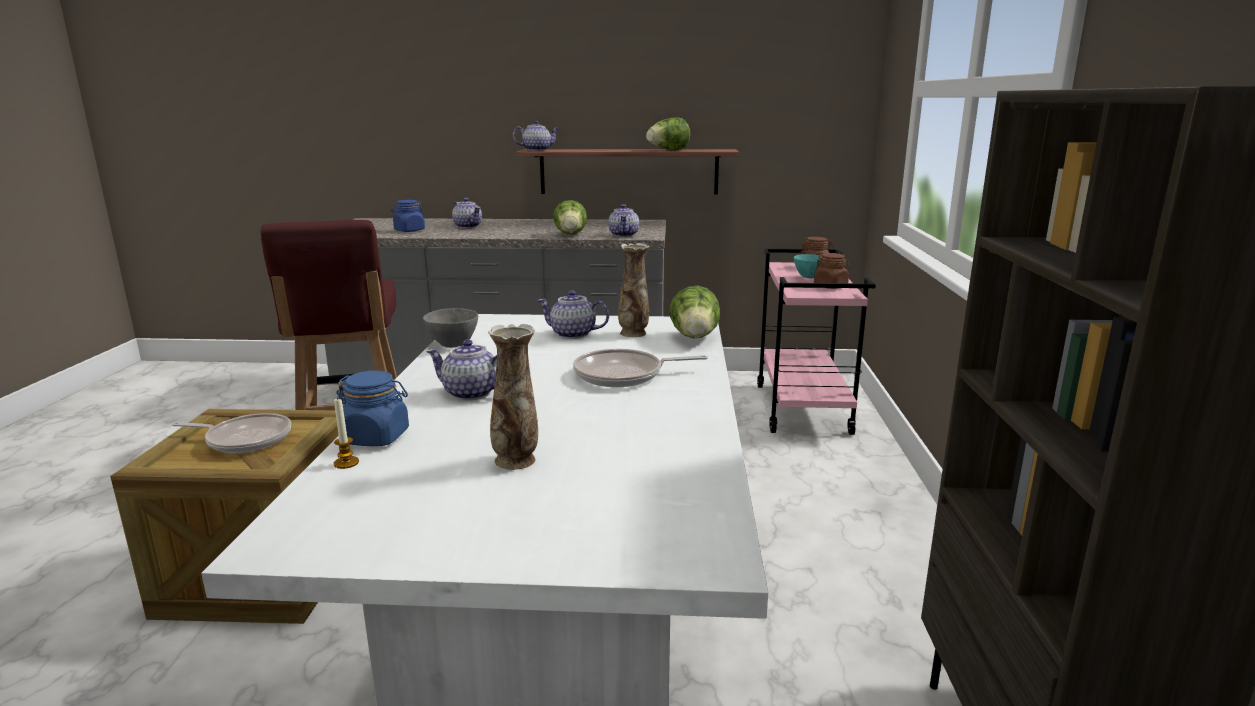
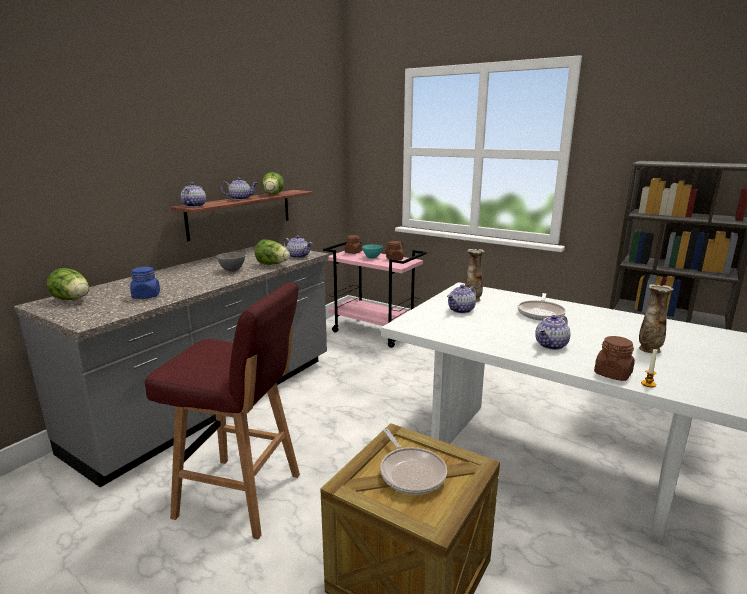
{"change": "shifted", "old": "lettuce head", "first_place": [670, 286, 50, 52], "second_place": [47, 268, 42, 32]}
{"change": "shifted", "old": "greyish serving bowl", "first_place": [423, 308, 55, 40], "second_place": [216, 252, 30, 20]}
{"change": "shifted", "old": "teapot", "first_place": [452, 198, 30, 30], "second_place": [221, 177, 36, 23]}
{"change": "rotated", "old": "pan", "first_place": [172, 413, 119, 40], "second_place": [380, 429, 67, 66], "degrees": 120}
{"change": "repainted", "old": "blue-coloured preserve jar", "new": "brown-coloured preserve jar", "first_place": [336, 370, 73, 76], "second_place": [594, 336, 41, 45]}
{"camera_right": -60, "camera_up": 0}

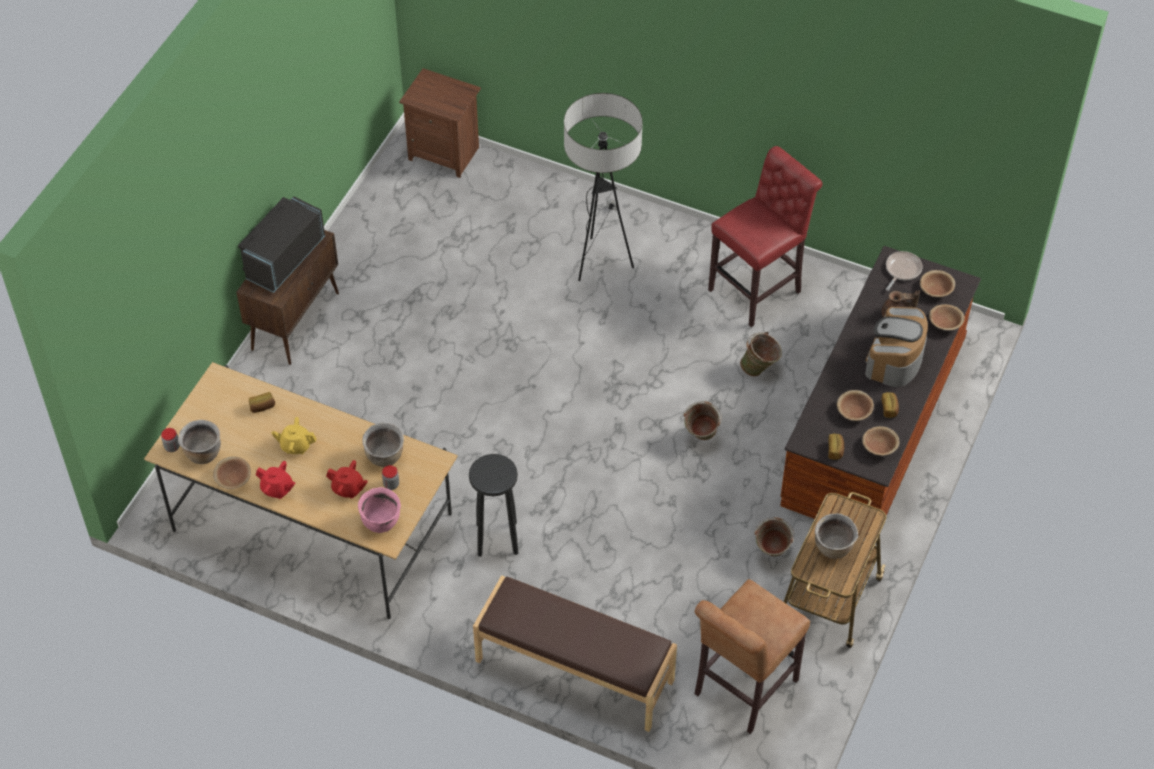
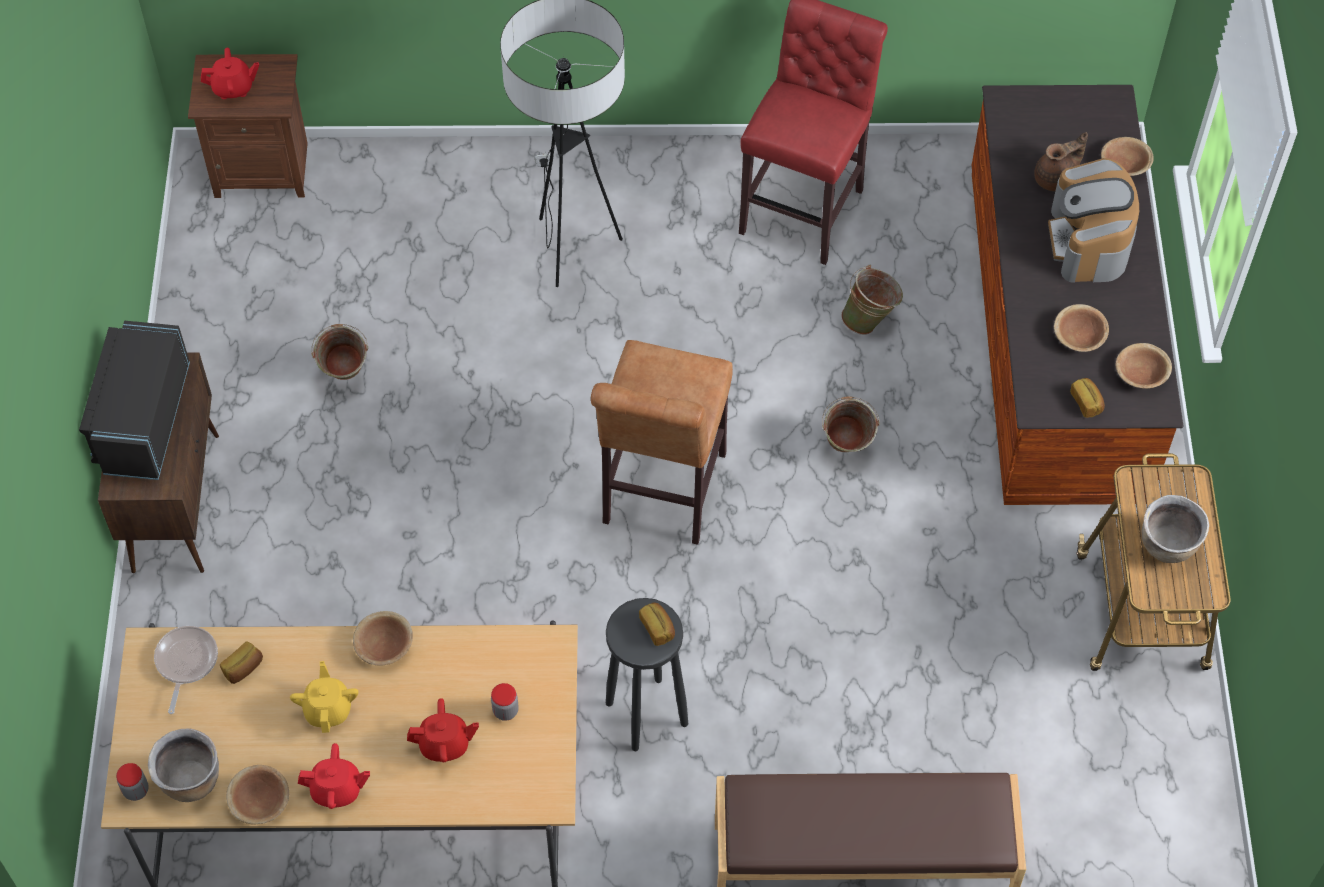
{"change": "shifted", "old": "pan", "first_place": [886, 251, 37, 40], "second_place": [154, 626, 64, 88]}
{"change": "new", "new": "red teapot", "second_place": [201, 48, 58, 51]}
{"change": "rotated", "old": "yellow teapot", "first_place": [271, 417, 46, 37], "second_place": [290, 661, 68, 72], "degrees": 105}
{"change": "shifted", "old": "greenish pail", "first_place": [755, 517, 39, 40], "second_place": [311, 324, 57, 56]}
{"change": "shifted", "old": "brown-coloured serving bowl", "first_place": [920, 270, 35, 27], "second_place": [353, 611, 60, 55]}
{"change": "shifted", "old": "brown-coloured sitting stool", "first_place": [695, 579, 115, 155], "second_place": [591, 340, 142, 205]}
{"change": "shifted", "old": "baked bread", "first_place": [882, 392, 17, 26], "second_place": [639, 602, 36, 44]}
{"change": "gone", "old": "pinkish stockpot", "first_place": [358, 487, 43, 46]}
{"change": "gone", "old": "brown-coloured stockpot", "first_place": [362, 423, 42, 44]}
{"camera_right": -25, "camera_up": 5}

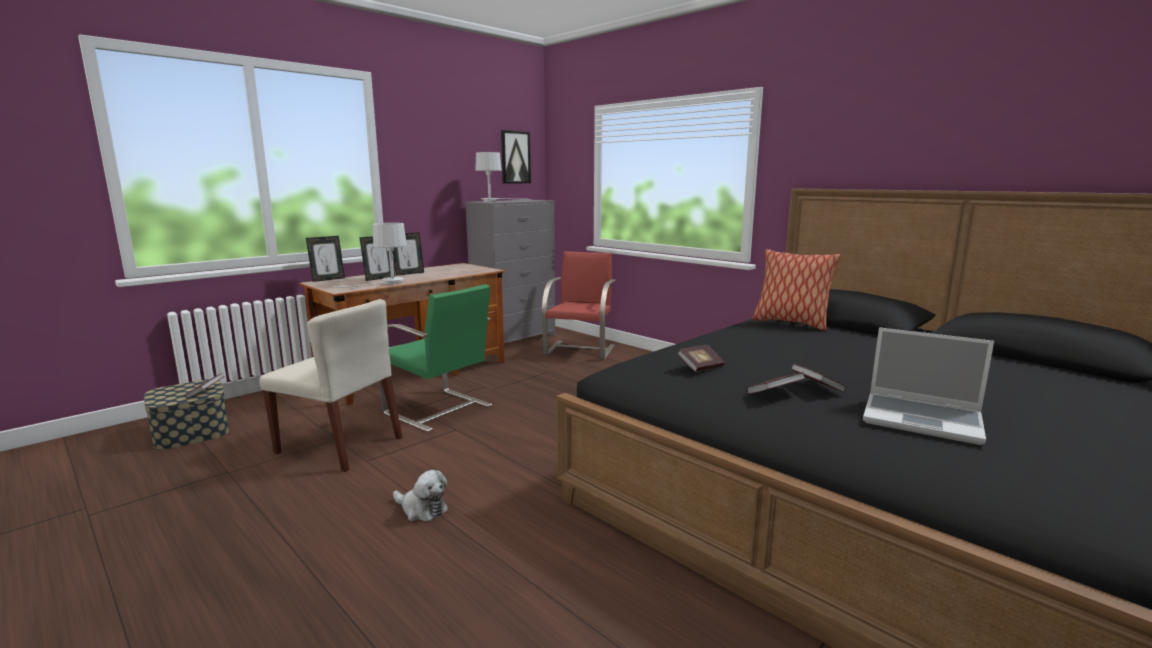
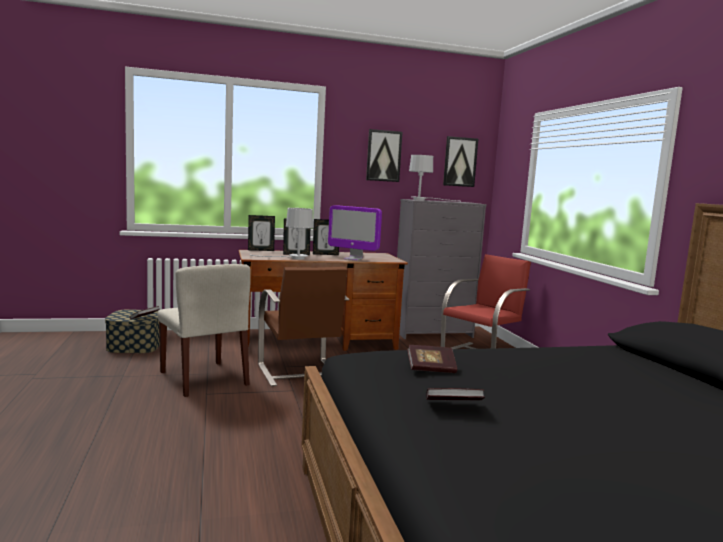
{"change": "repainted", "old": "greenish chair", "new": "brown-coloured chair", "first_place": [379, 284, 113, 148], "second_place": [258, 267, 91, 119]}
{"change": "new", "new": "computer screen", "second_place": [328, 205, 54, 56]}
{"change": "new", "new": "picture", "second_place": [366, 129, 37, 53]}
{"change": "gone", "old": "soft toy", "first_place": [393, 470, 55, 51]}
{"change": "gone", "old": "pillow", "first_place": [752, 249, 89, 82]}
{"change": "gone", "old": "book", "first_place": [790, 363, 56, 29]}
{"change": "gone", "old": "portable computer", "first_place": [863, 327, 131, 118]}
{"camera_right": 30, "camera_up": -5}

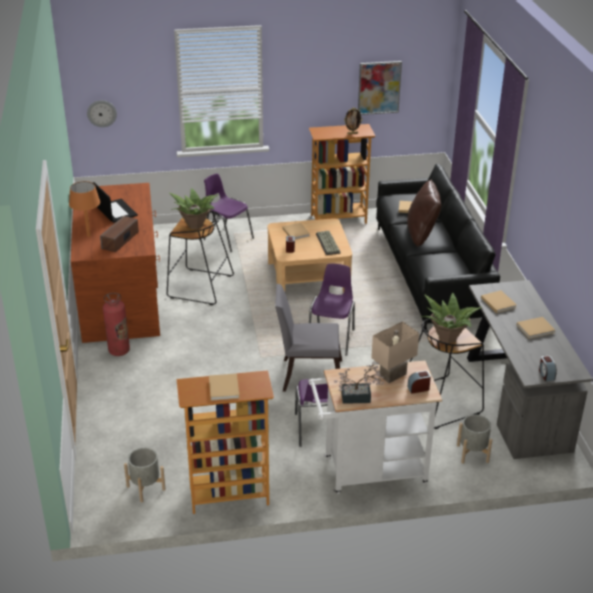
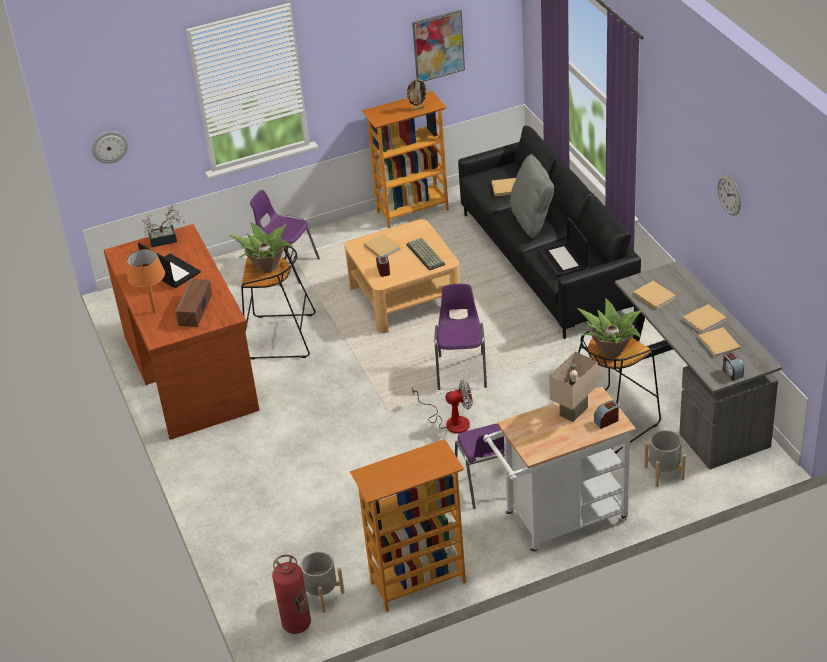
{"change": "shifted", "old": "plant in a pot", "first_place": [334, 361, 50, 43], "second_place": [139, 204, 46, 43]}
{"change": "shifted", "old": "extinguisher", "first_place": [103, 293, 27, 63], "second_place": [272, 555, 39, 79]}
{"change": "swapped", "old": "greyish chair", "new": "electric fan", "first_place": [275, 284, 67, 108], "second_place": [412, 380, 61, 54]}
{"change": "repainted", "old": "brown-coloured pillow", "new": "greyish pillow", "first_place": [407, 180, 34, 67], "second_place": [510, 154, 44, 84]}
{"change": "new", "new": "portable computer", "second_place": [538, 217, 50, 60]}
{"change": "shifted", "old": "beige-coloured book", "first_place": [209, 373, 31, 28], "second_place": [698, 327, 42, 31]}
{"change": "new", "new": "hanging clock", "second_place": [717, 174, 24, 42]}
{"camera_right": -10, "camera_up": 5}

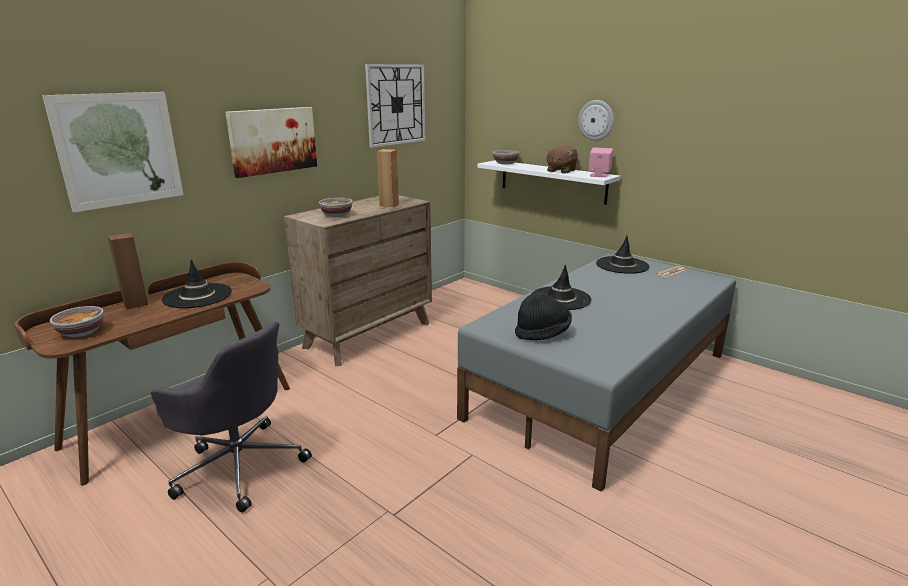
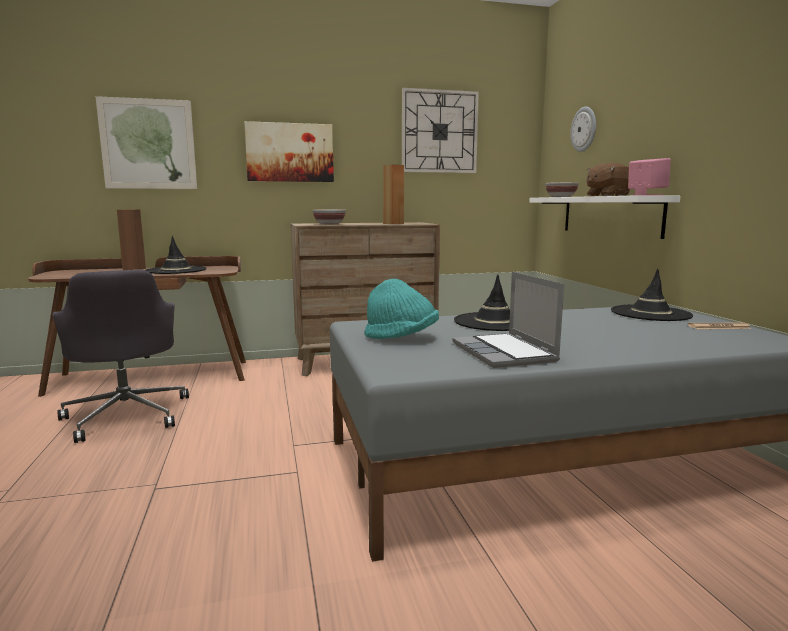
{"change": "repainted", "old": "blackish wearable hat", "new": "blue-green wearable hat", "first_place": [515, 291, 57, 50], "second_place": [364, 279, 75, 60]}
{"change": "new", "new": "portable computer", "second_place": [452, 272, 112, 96]}
{"change": "shifted", "old": "hanging clock", "first_place": [578, 100, 36, 41], "second_place": [570, 107, 26, 45]}
{"change": "gone", "old": "serving bowl", "first_place": [50, 306, 54, 31]}
{"camera_right": 35, "camera_up": -10}

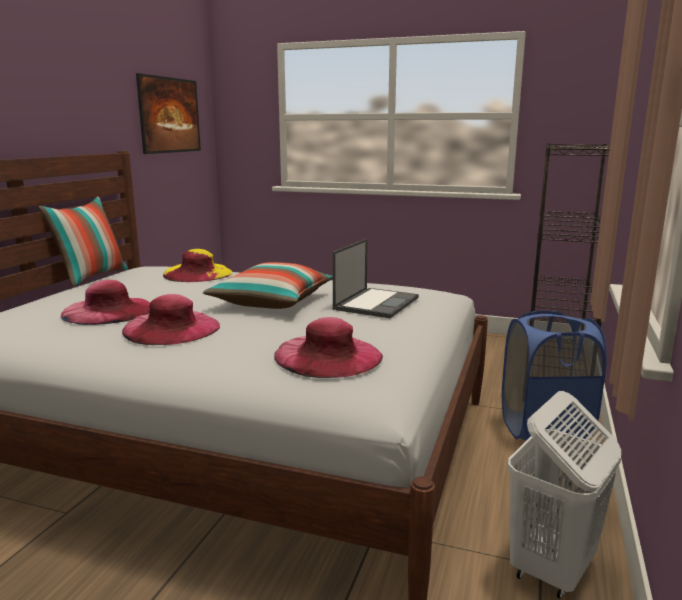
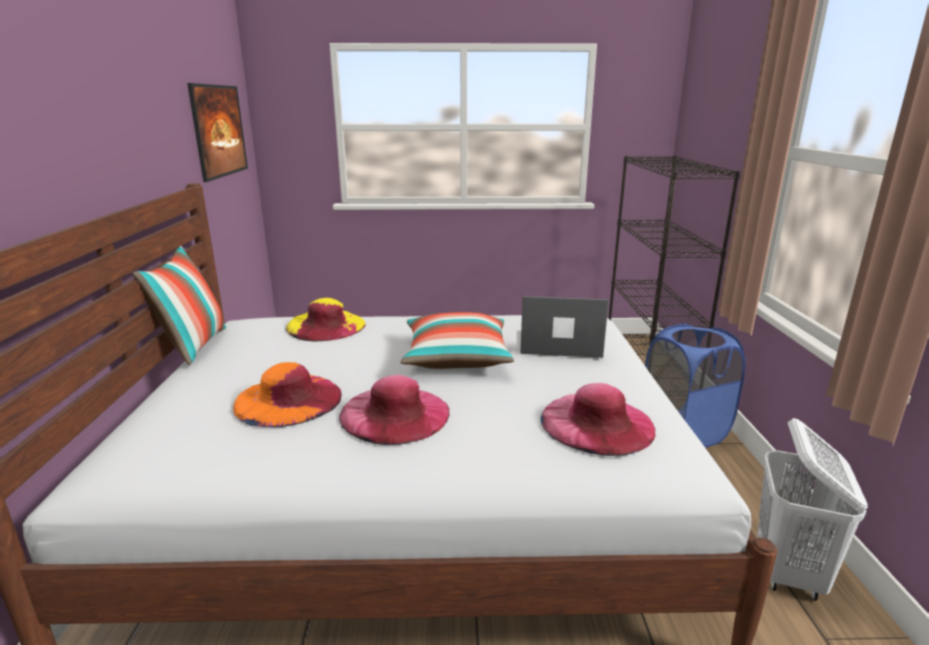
{"change": "repainted", "old": "pinkish wearable hat", "new": "orangey wearable hat", "first_place": [61, 280, 89, 45], "second_place": [233, 362, 109, 65]}
{"change": "rotated", "old": "portable computer", "first_place": [333, 239, 86, 80], "second_place": [520, 296, 89, 62], "degrees": -90}
{"camera_right": -20, "camera_up": 5}

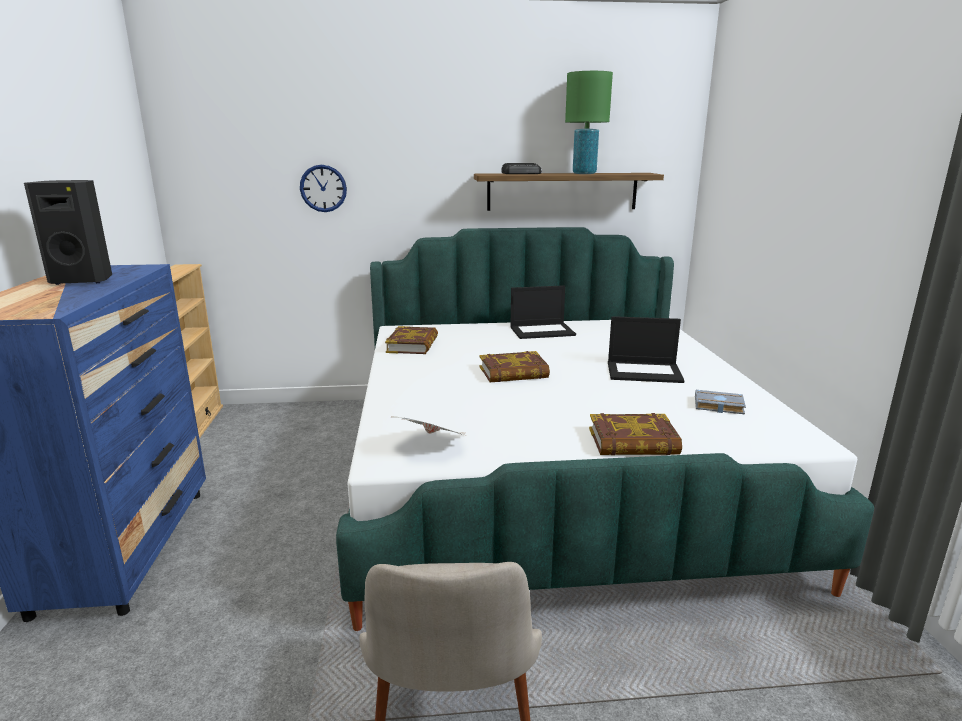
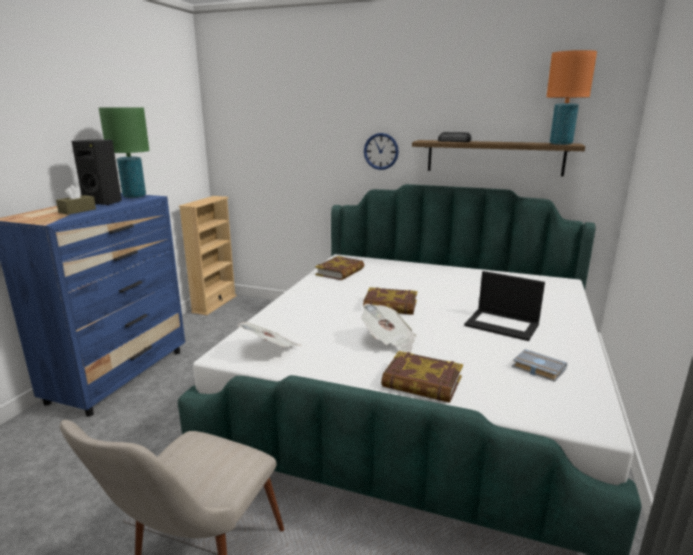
{"change": "new", "new": "brown-coloured tissue holder", "second_place": [56, 185, 40, 30]}
{"change": "shifted", "old": "greenish table lamp", "first_place": [565, 71, 48, 103], "second_place": [99, 107, 50, 91]}
{"change": "new", "new": "newspaper", "second_place": [361, 304, 55, 49]}
{"change": "shifted", "old": "hanging clock", "first_place": [300, 165, 47, 47], "second_place": [364, 133, 35, 37]}
{"change": "new", "new": "orangey table lamp", "second_place": [546, 50, 51, 95]}
{"change": "gone", "old": "portable computer", "first_place": [511, 285, 65, 54]}
{"camera_right": 25, "camera_up": 0}

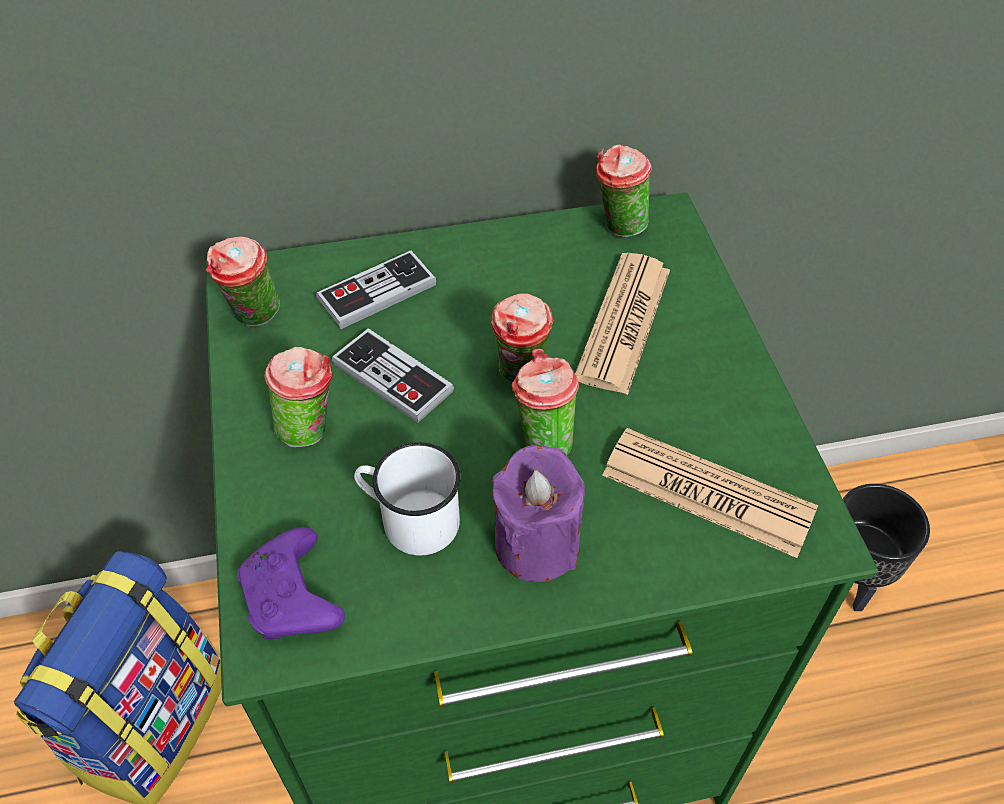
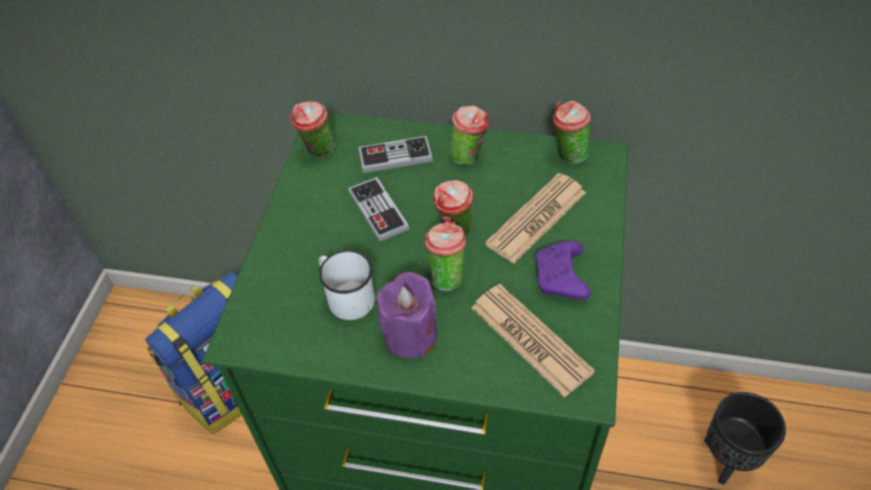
{"change": "shifted", "old": "small cup", "first_place": [264, 347, 69, 100], "second_place": [449, 105, 40, 60]}
{"change": "shifted", "old": "purple joypad", "first_place": [237, 527, 108, 112], "second_place": [535, 241, 56, 59]}
{"camera_right": 25, "camera_up": 0}

